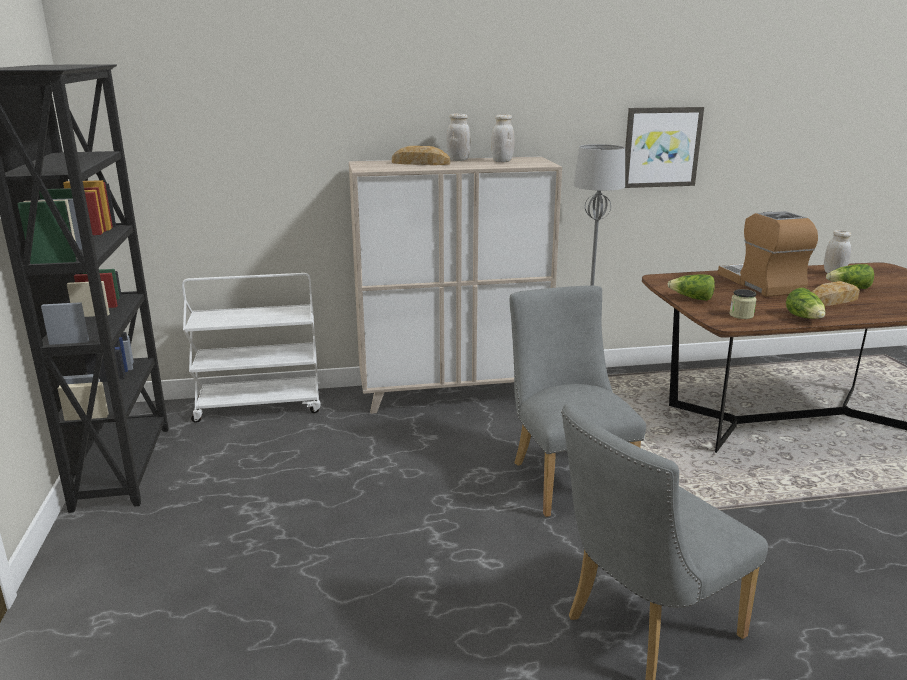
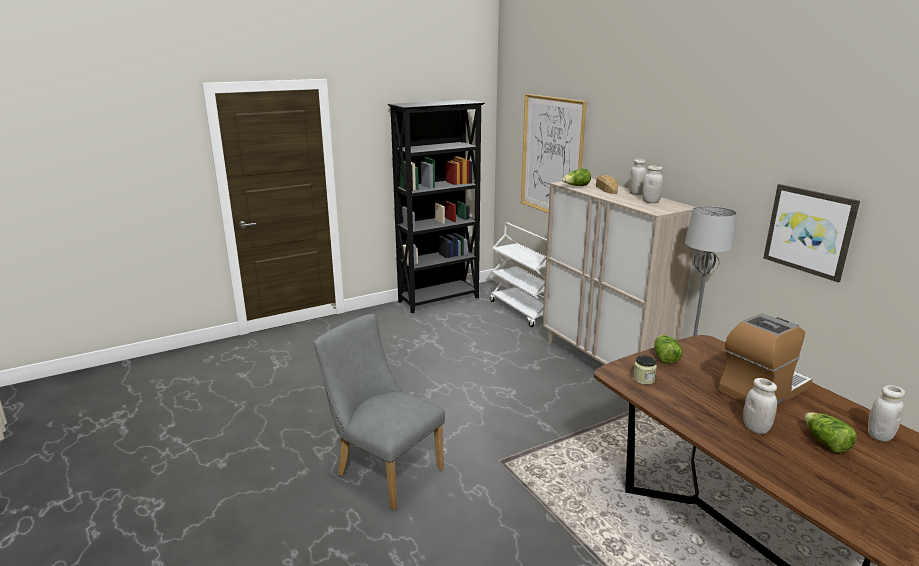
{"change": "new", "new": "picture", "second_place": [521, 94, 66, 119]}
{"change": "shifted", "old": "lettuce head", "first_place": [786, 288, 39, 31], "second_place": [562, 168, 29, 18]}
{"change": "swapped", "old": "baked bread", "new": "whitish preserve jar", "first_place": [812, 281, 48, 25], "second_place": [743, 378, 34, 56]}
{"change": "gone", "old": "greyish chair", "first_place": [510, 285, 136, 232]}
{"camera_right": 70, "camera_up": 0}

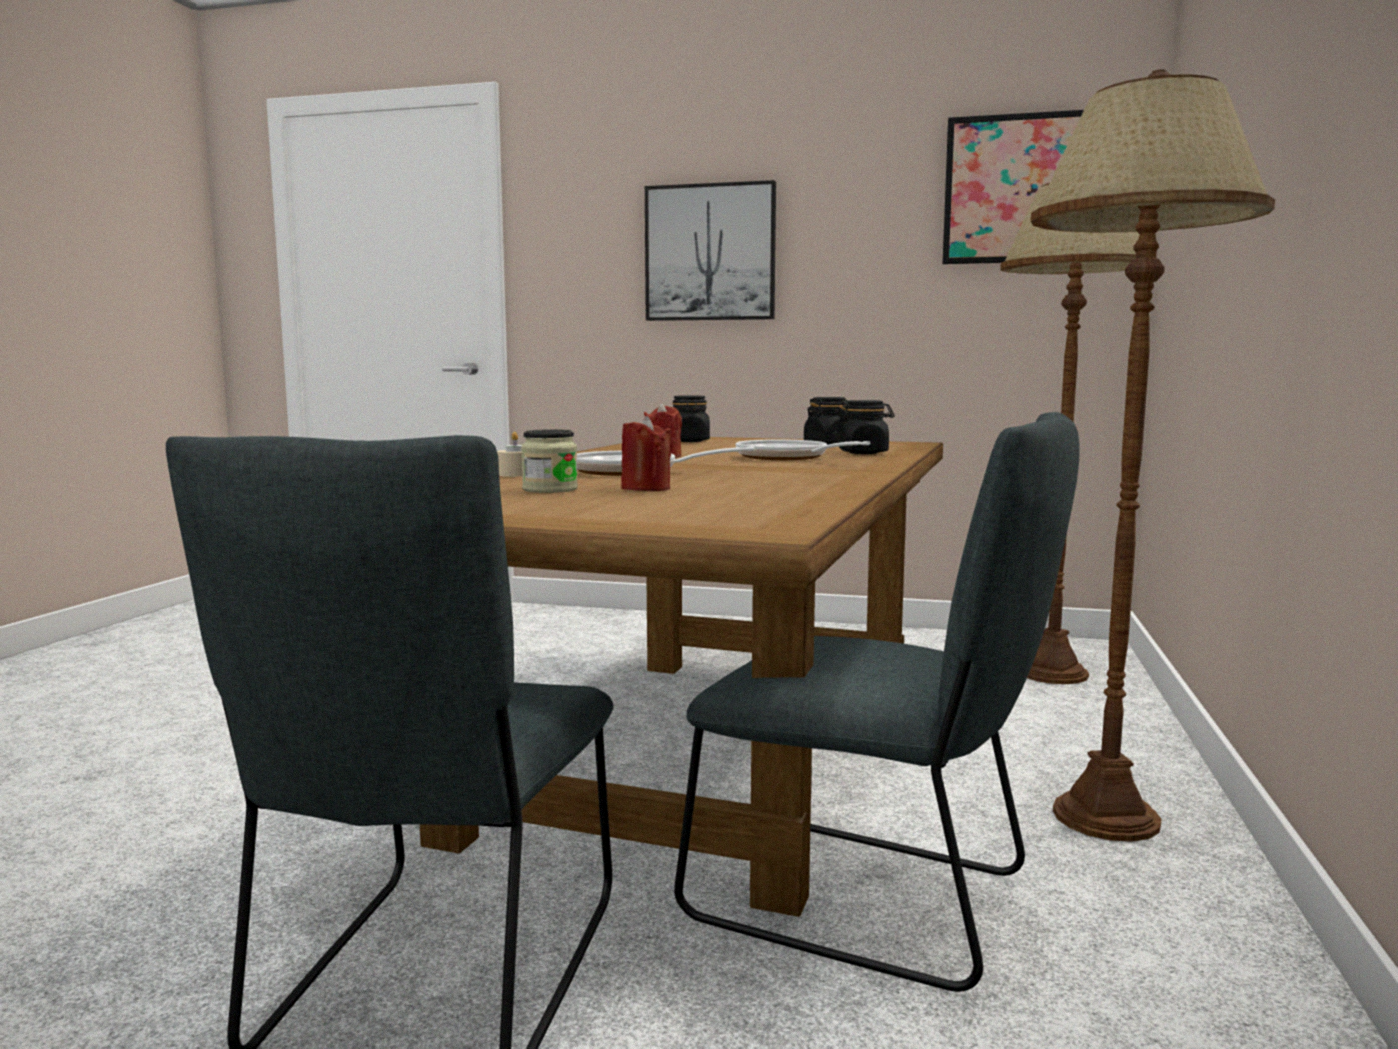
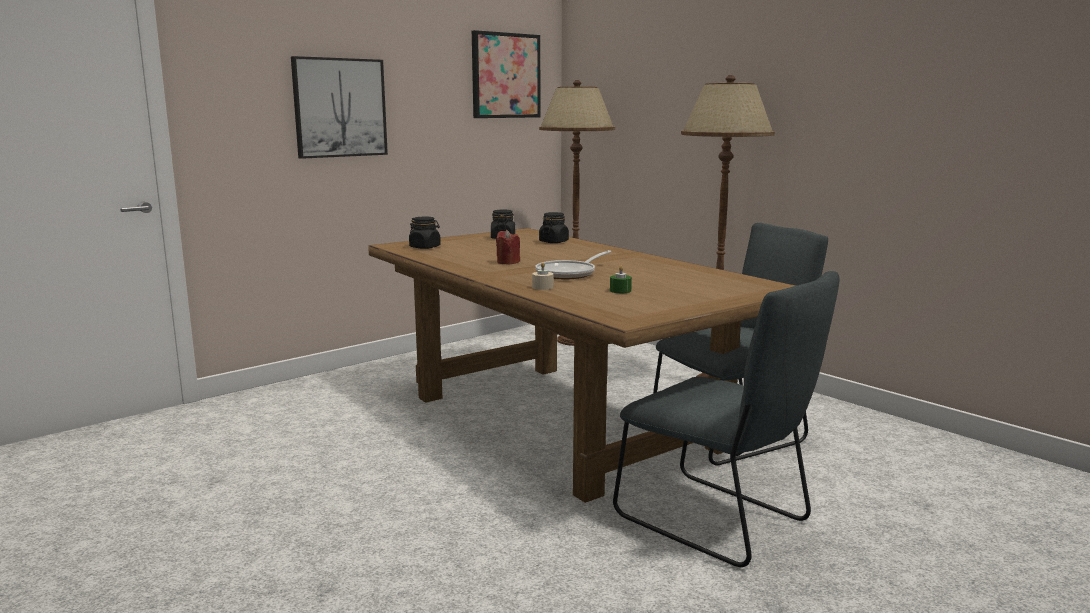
{"change": "swapped", "old": "preserve jar", "new": "greenish candle", "first_place": [521, 429, 57, 64], "second_place": [610, 266, 22, 27]}
{"change": "gone", "old": "red candle", "first_place": [621, 416, 51, 75]}
{"change": "gone", "old": "pan", "first_place": [736, 439, 134, 21]}
{"camera_right": -55, "camera_up": 5}

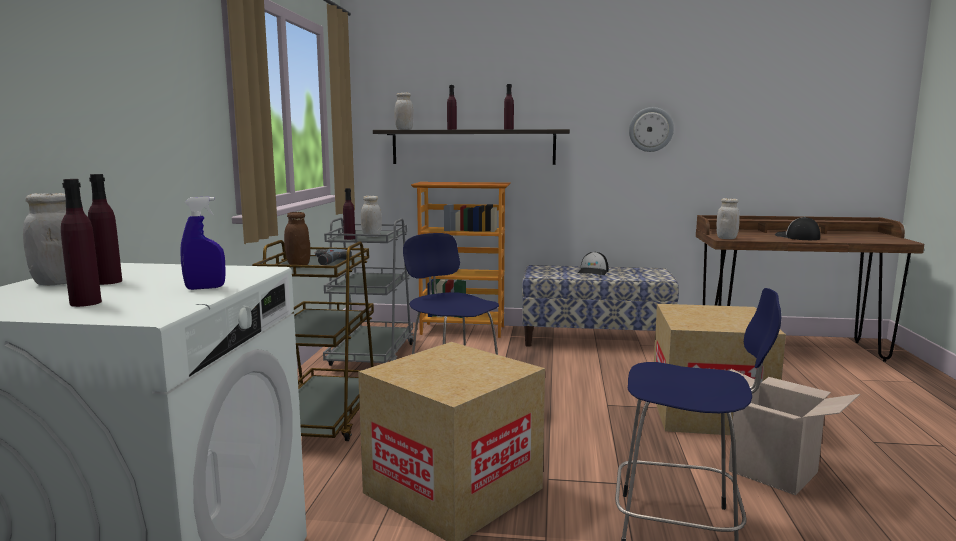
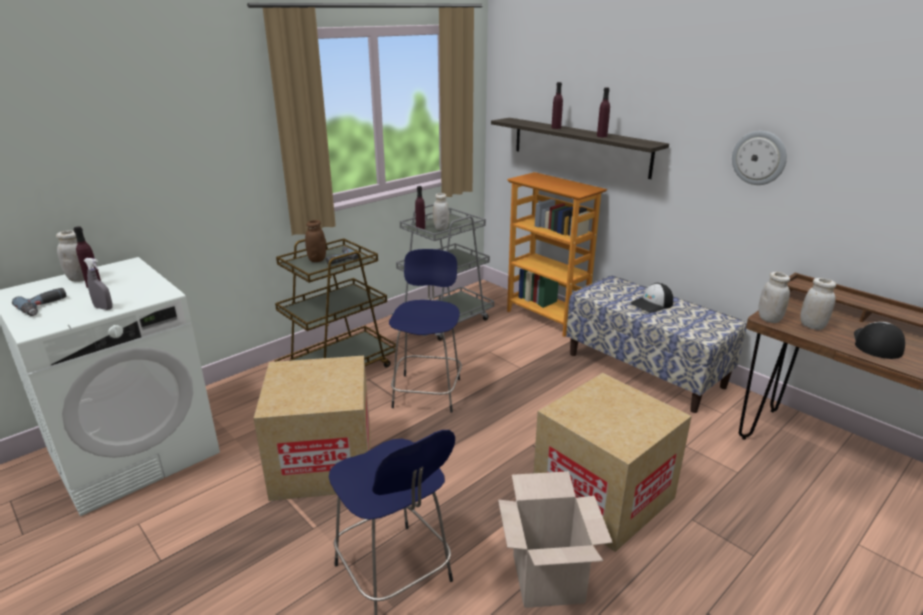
{"change": "swapped", "old": "purple beverage bottle", "new": "drill", "first_place": [61, 179, 41, 128], "second_place": [12, 288, 55, 28]}
{"change": "repainted", "old": "blue-coloured sprayer", "new": "greyish sprayer", "first_place": [180, 196, 46, 94], "second_place": [84, 258, 29, 52]}
{"change": "shifted", "old": "whitish preserve jar", "first_place": [394, 93, 20, 37], "second_place": [800, 278, 36, 52]}
{"camera_right": 40, "camera_up": 15}

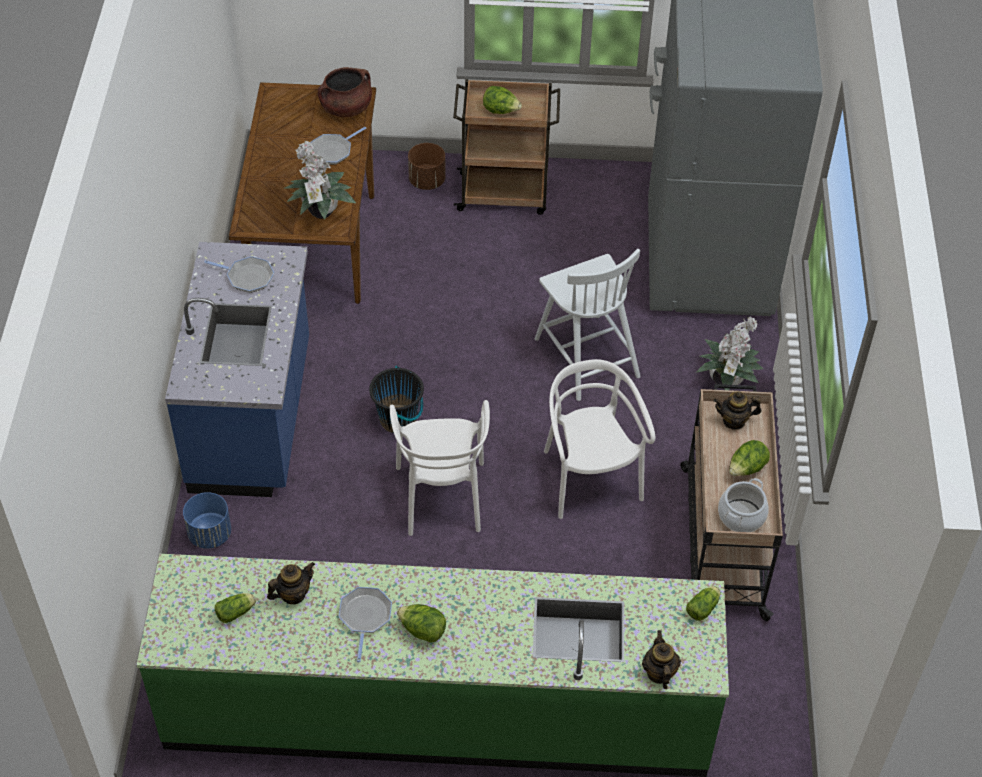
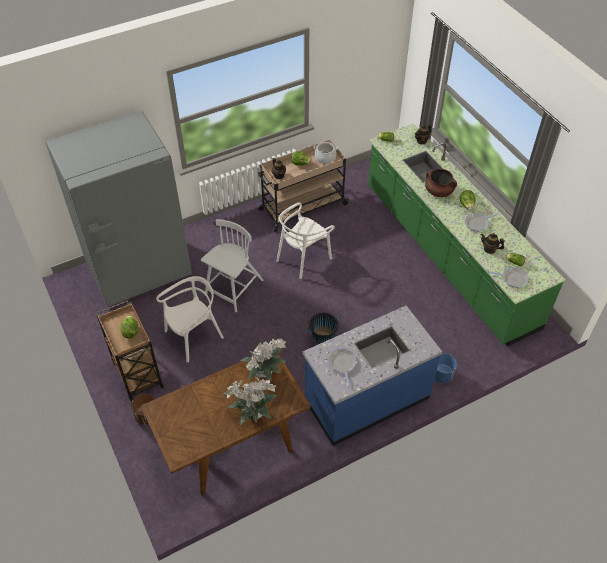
{"change": "shifted", "old": "whitish chair", "first_place": [390, 400, 100, 136], "second_place": [156, 276, 68, 87]}
{"change": "shifted", "old": "plant in a pot", "first_place": [696, 316, 67, 74], "second_place": [224, 376, 54, 49]}
{"change": "shifted", "old": "brown-coloured stockpot", "first_place": [318, 67, 54, 50], "second_place": [425, 169, 32, 28]}
{"change": "shifted", "old": "pan", "first_place": [310, 127, 56, 38], "second_place": [487, 267, 41, 21]}
{"camera_right": -120, "camera_up": 0}

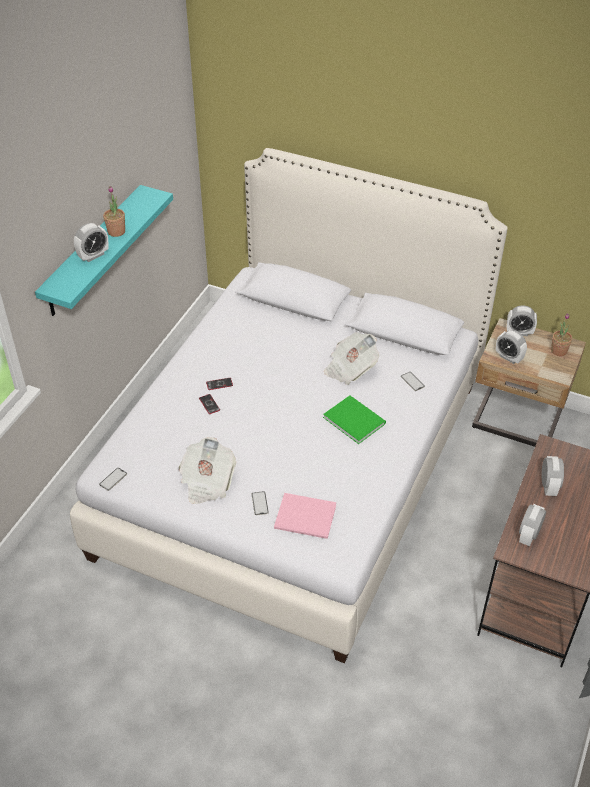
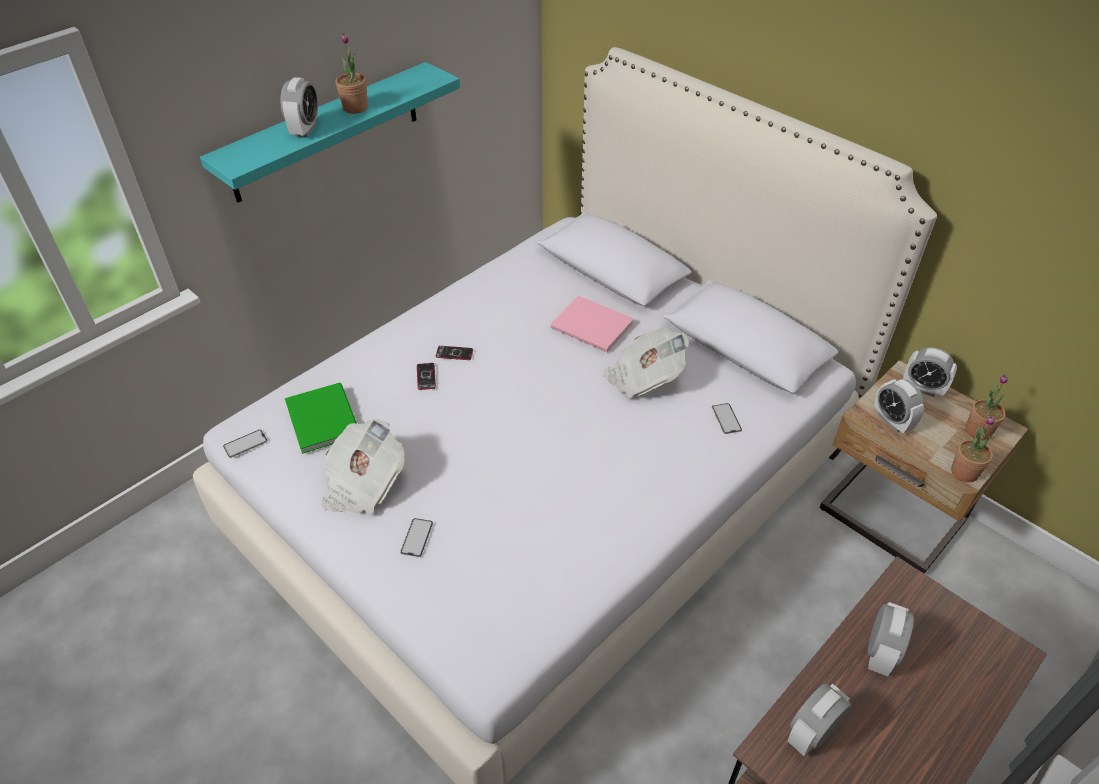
{"change": "rotated", "old": "bedside clock", "first_place": [74, 223, 35, 39], "second_place": [280, 77, 38, 60], "degrees": -60}
{"change": "shifted", "old": "greenish book", "first_place": [323, 395, 63, 49], "second_place": [285, 383, 72, 71]}
{"change": "shifted", "old": "pinkish book", "first_place": [274, 493, 62, 46], "second_place": [551, 296, 83, 57]}
{"change": "new", "new": "plant in a pot", "second_place": [951, 415, 44, 67]}
{"camera_right": 20, "camera_up": 0}

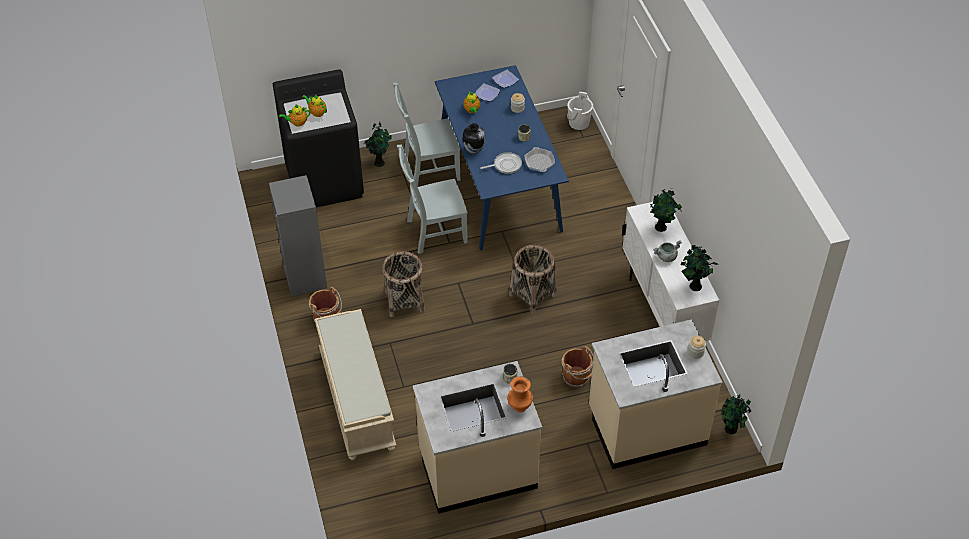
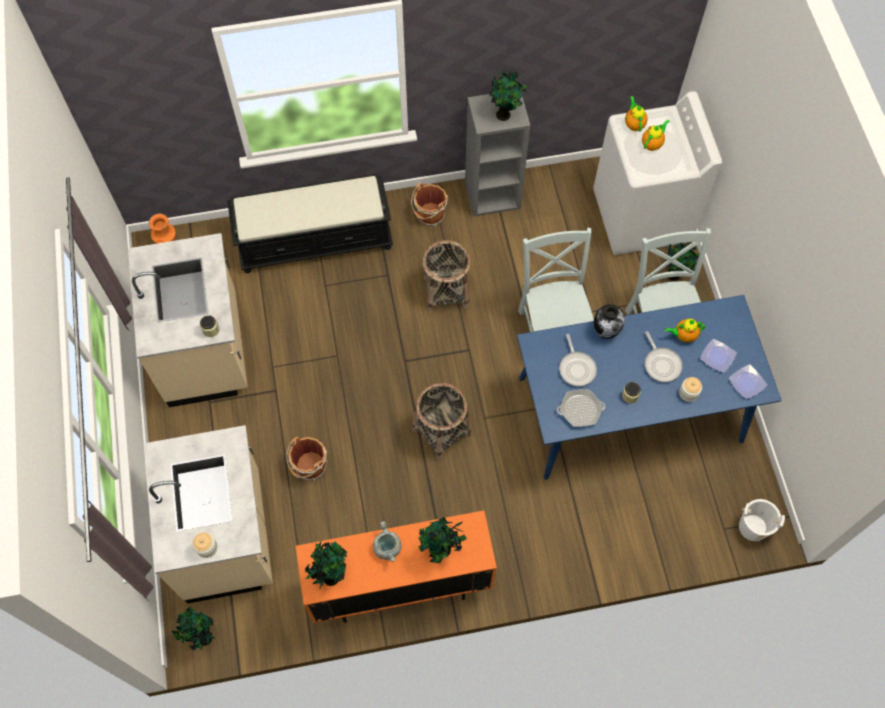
{"change": "shifted", "old": "orangey vase", "first_place": [507, 376, 26, 36], "second_place": [149, 213, 27, 31]}
{"change": "repainted", "old": "beige-coloured long seat", "new": "blackish long seat", "first_place": [315, 309, 81, 151], "second_place": [227, 173, 166, 100]}
{"change": "repainted", "old": "whitish cupboard", "new": "orangey cupboard", "first_place": [622, 202, 97, 139], "second_place": [296, 510, 201, 113]}
{"change": "new", "new": "plant in a pot", "second_place": [489, 69, 39, 52]}
{"change": "repainted", "old": "blackish washing machine", "new": "whitish washing machine", "first_place": [273, 69, 91, 138], "second_place": [593, 91, 129, 164]}
{"change": "new", "new": "pan", "second_place": [645, 331, 38, 51]}
{"camera_right": 95, "camera_up": 15}

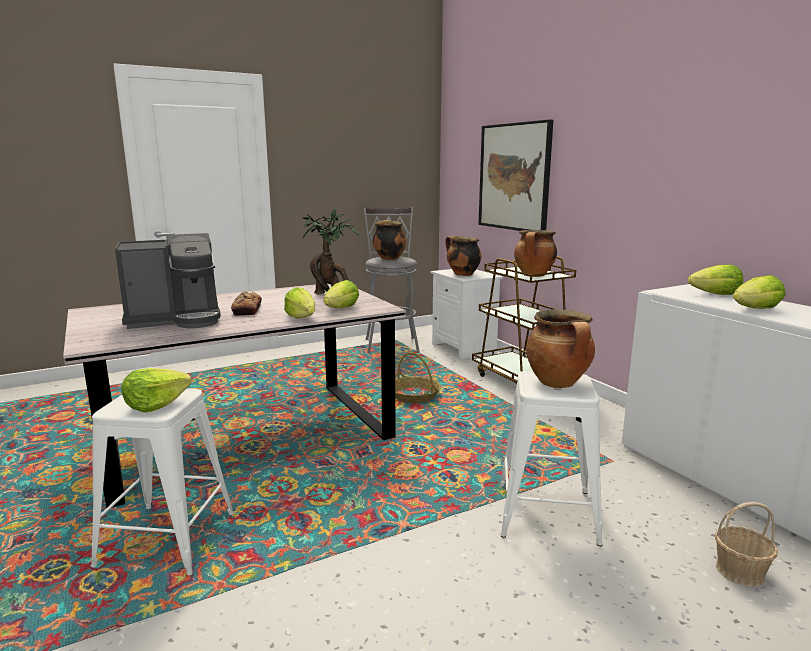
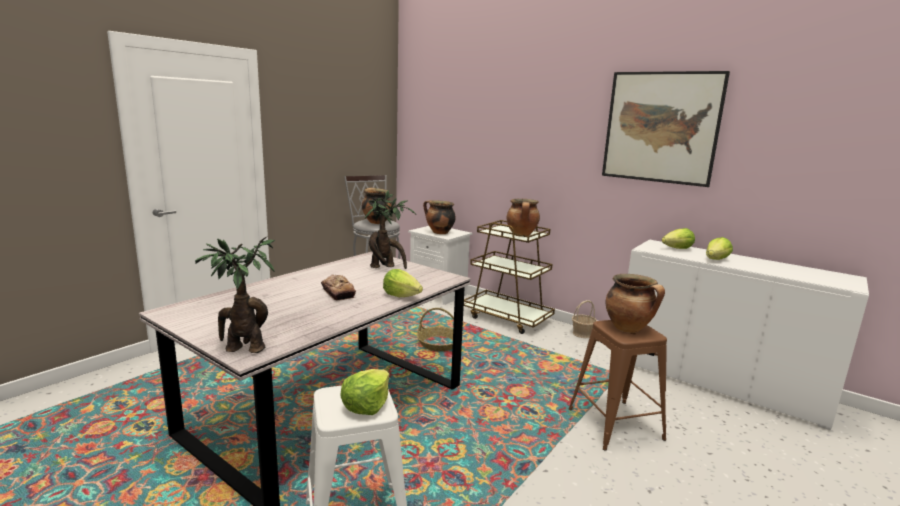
{"change": "new", "new": "plant in a pot", "second_place": [195, 237, 80, 116]}
{"change": "repainted", "old": "whitish sitting stool", "new": "brown-coloured sitting stool", "first_place": [500, 371, 103, 175], "second_place": [569, 320, 98, 131]}
{"change": "shifted", "old": "household basket", "first_place": [715, 502, 62, 85], "second_place": [572, 300, 25, 38]}
{"change": "shifted", "old": "picture", "first_place": [479, 119, 74, 112], "second_place": [602, 71, 128, 116]}
{"change": "gone", "old": "coffee machine", "first_place": [115, 233, 106, 96]}
{"change": "gone", "old": "lettuce head", "first_place": [324, 280, 35, 28]}
{"camera_right": -25, "camera_up": 0}

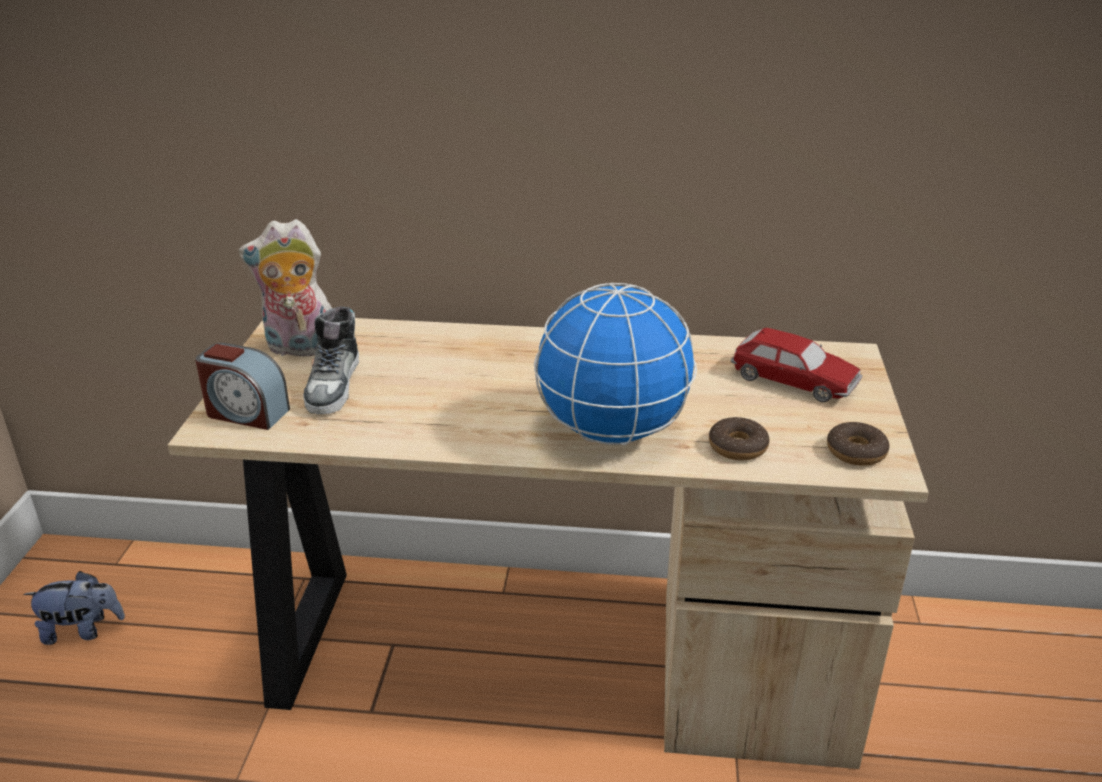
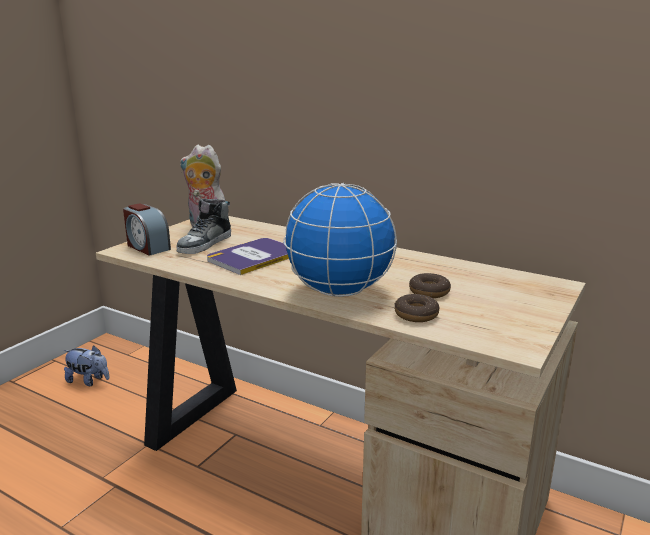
{"change": "new", "new": "book", "second_place": [207, 238, 82, 37]}
{"change": "shifted", "old": "donut", "first_place": [827, 422, 63, 44], "second_place": [409, 273, 42, 25]}
{"change": "gone", "old": "miniature car", "first_place": [731, 328, 132, 74]}
{"camera_right": 25, "camera_up": -10}

